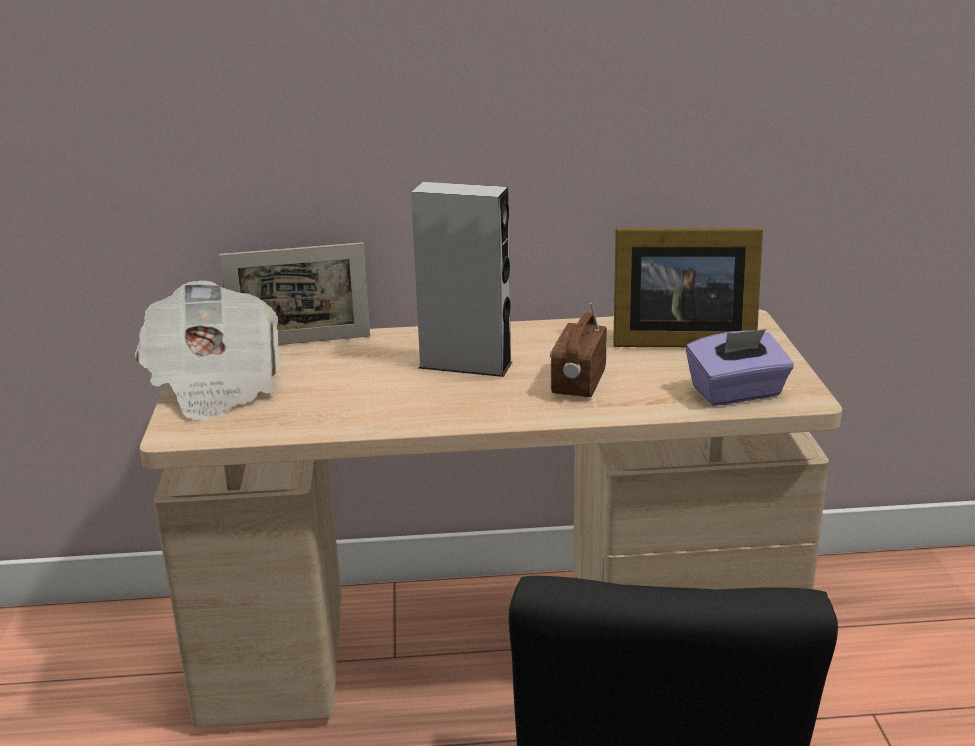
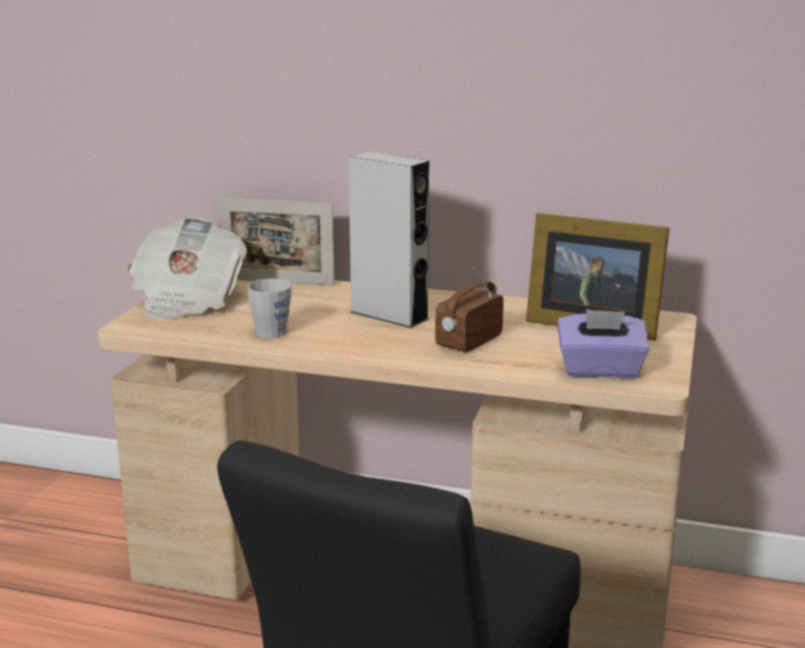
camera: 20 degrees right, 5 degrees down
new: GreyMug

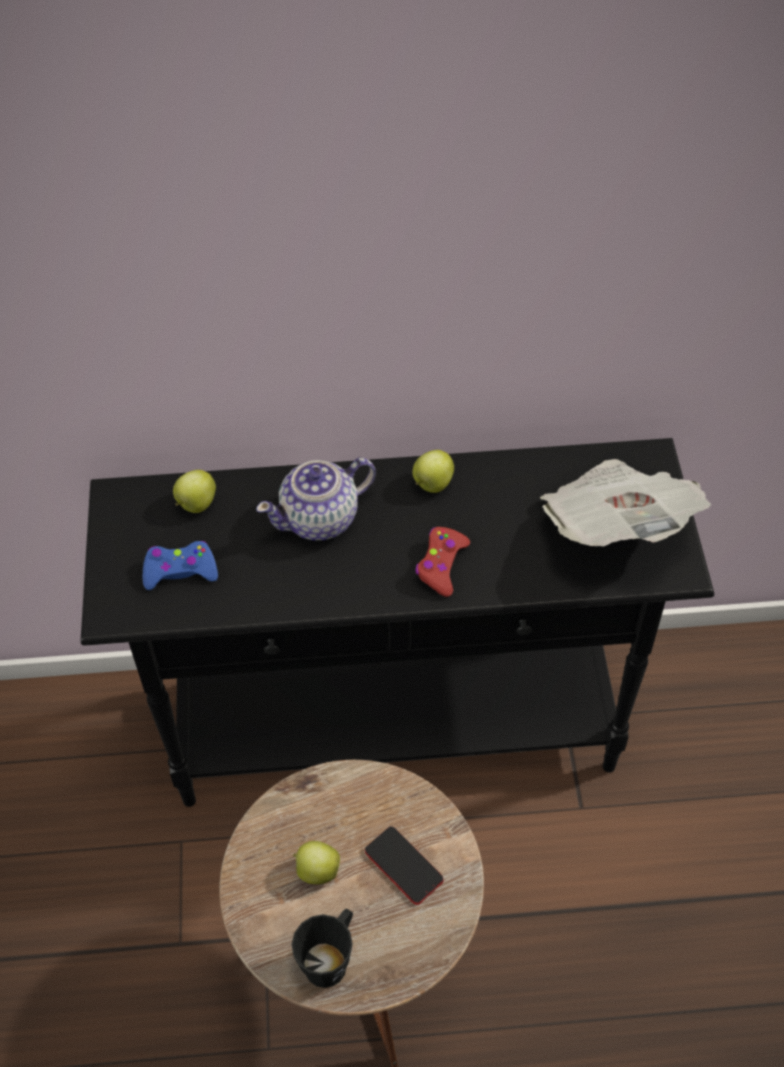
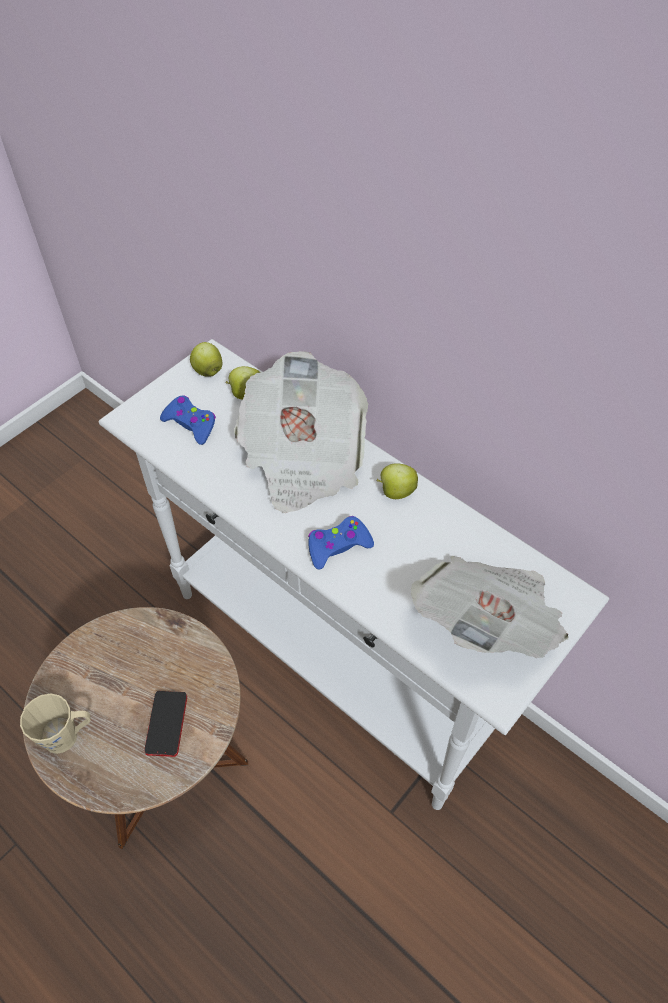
camera: 45 degrees right, 0 degrees up
shifted: Apple (no. 2 from left in the first image) to Apple (no. 1 from left)
swapped: Teapot to Newspaper (no. 1 from left)
repainted: BlackMug to BeigeMug; BlackConsoleTable to WhiteConsoleTable; RedGameController to BlueGameController (no. 2 from left)

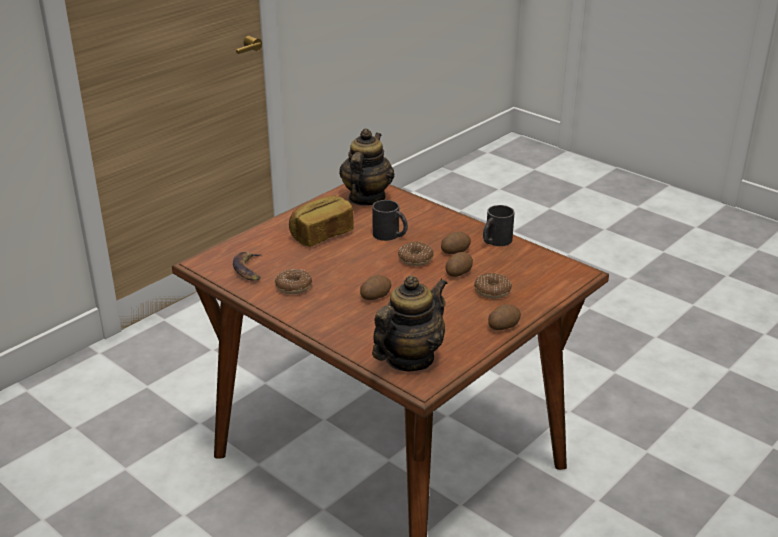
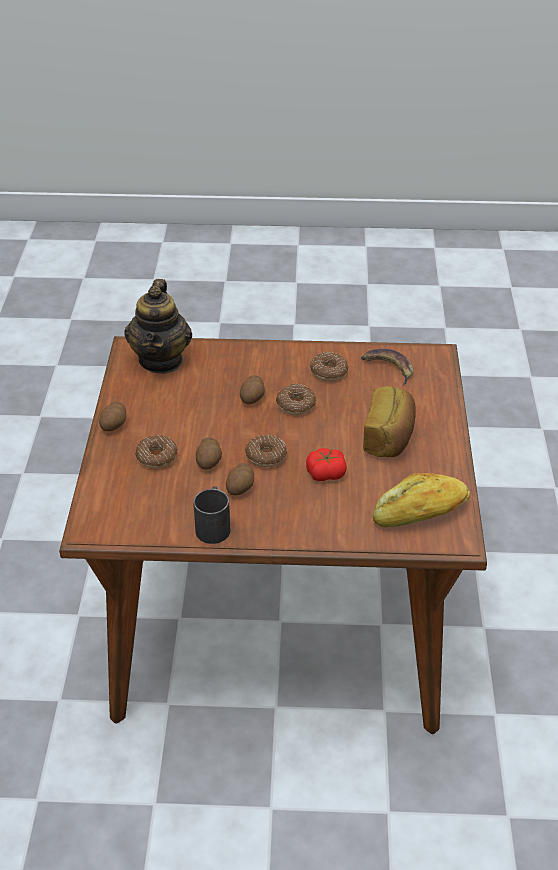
camera: 140 degrees right, 10 degrees up
new: Donut (no. 3 from left)
swapped: BlackMug (no. 1 from left) to Tomato; Teapot (no. 1 from left) to Bread (no. 2 from left)

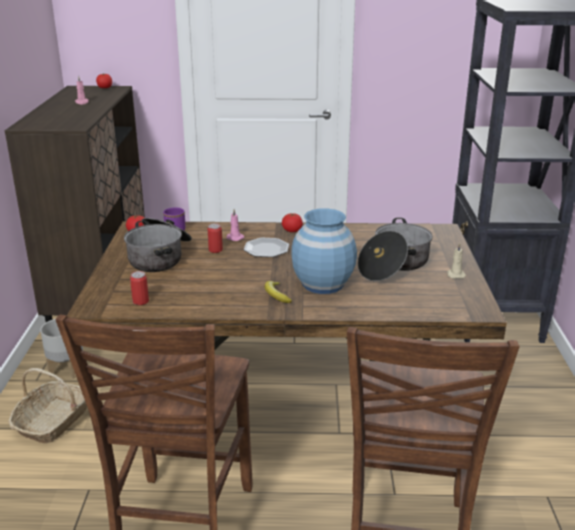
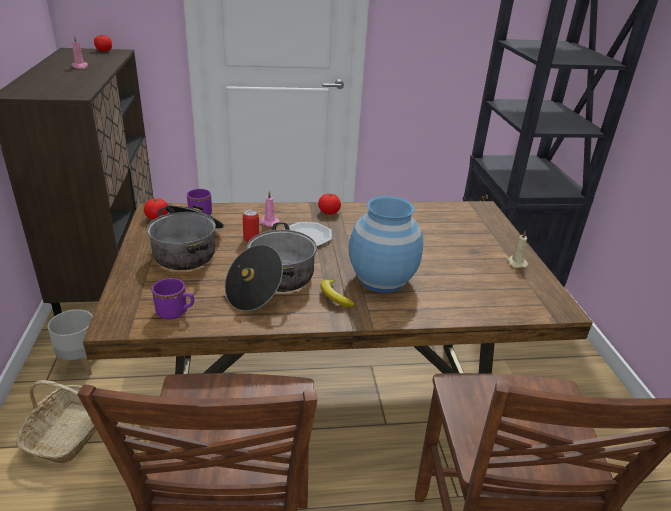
camera: 10 degrees left, 5 degrees up
shifted: CookingPot (no. 2 from left)
swapped: Can (no. 1 from left) to PurpleMug (no. 1 from left)

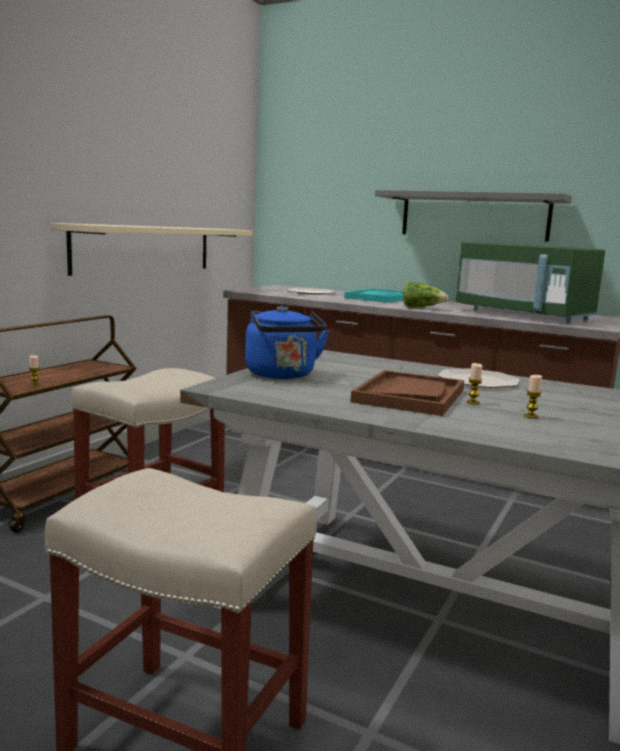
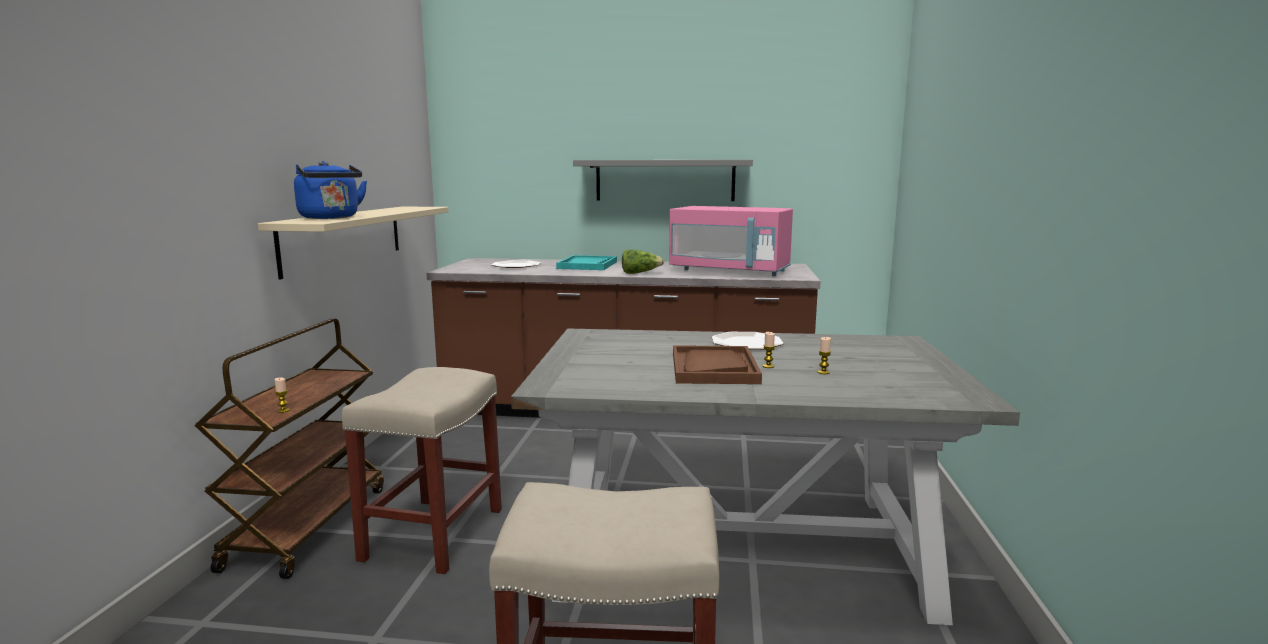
camera: 20 degrees left, 0 degrees up
shifted: BlueKettle
repainted: GreenMicrowave to PinkMicrowave

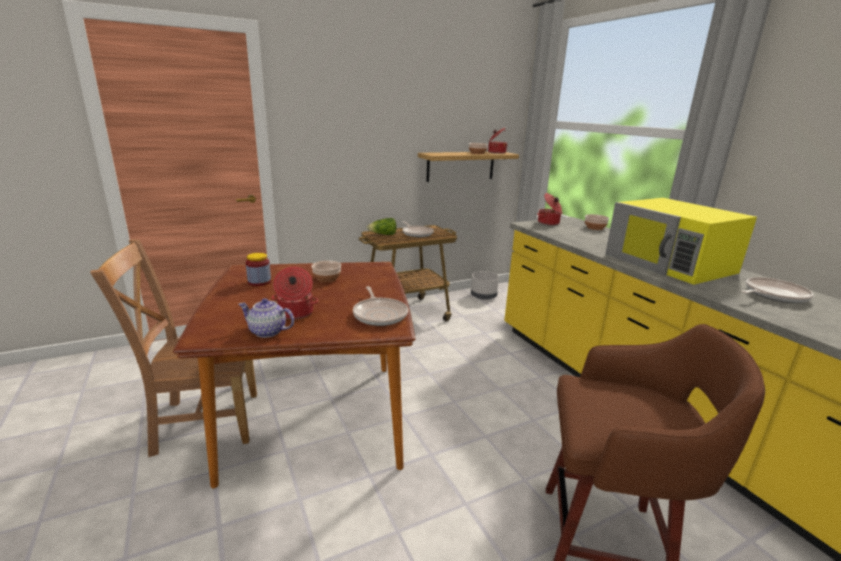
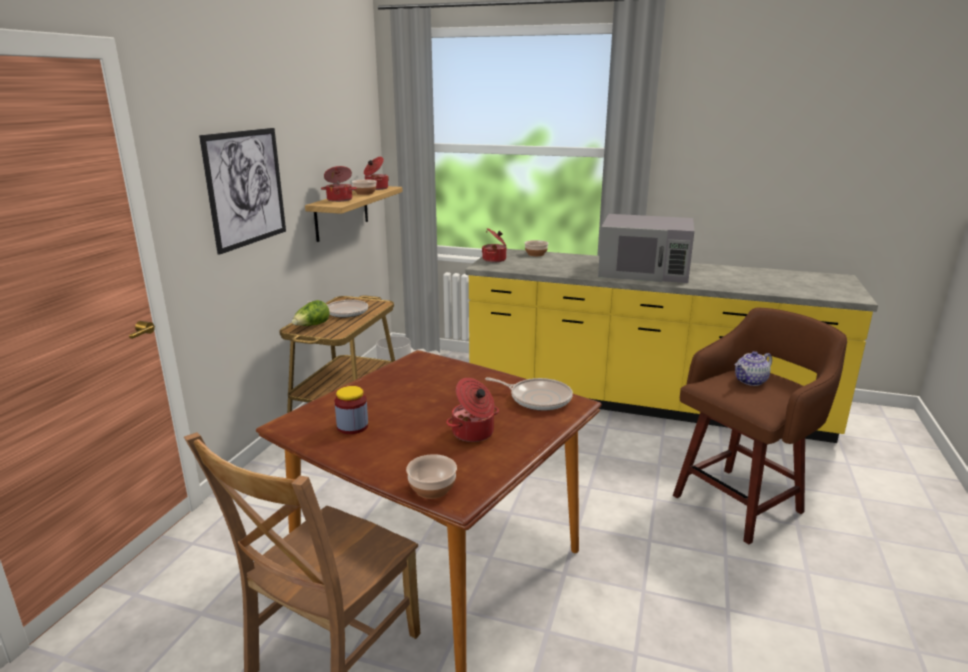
camera: 45 degrees left, 0 degrees up
gone: FryingPan (no. 3 from left)
new: Picture; CookingPot (no. 1 from left)
shifted: Bowl (no. 1 from left in the first image) to Bowl (no. 2 from left); Teapot
repainted: YellowMicrowave to GreyMicrowave

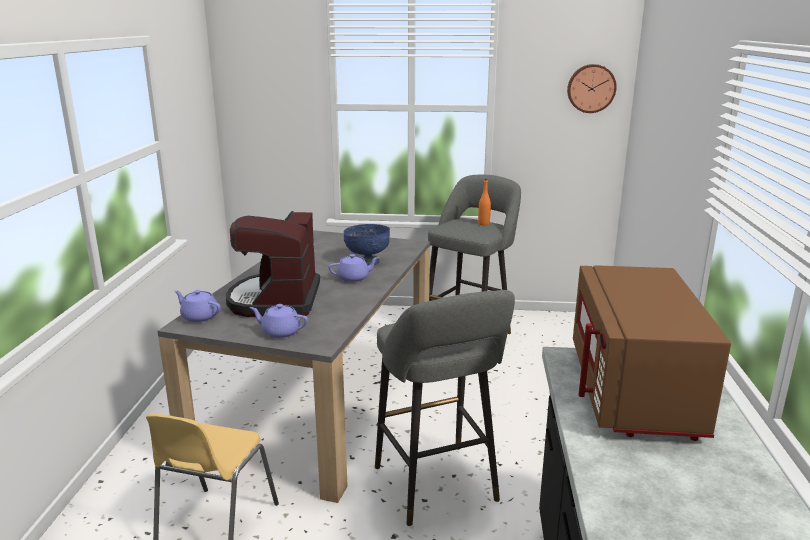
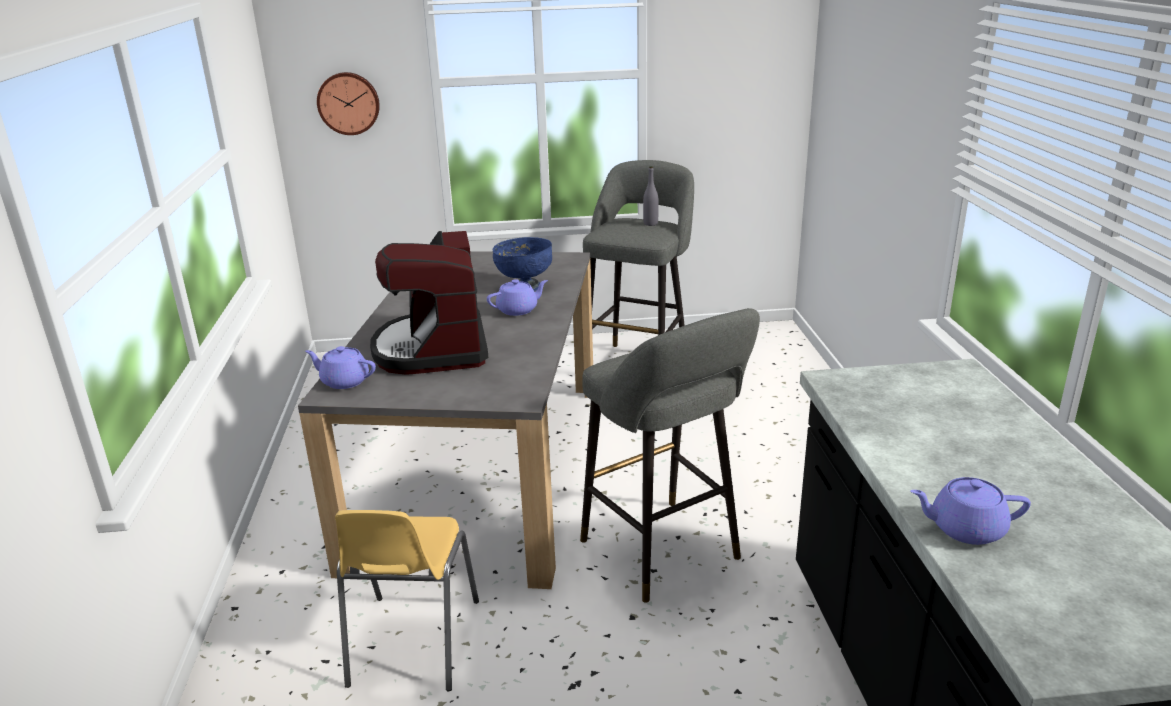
camera: 10 degrees left, 5 degrees up
gone: BrownMicrowave
shifted: WallClock; PurpleTeapot (no. 2 from left in the first image) to PurpleTeapot (no. 3 from left)
repainted: OrangeBottle to GreyBottle

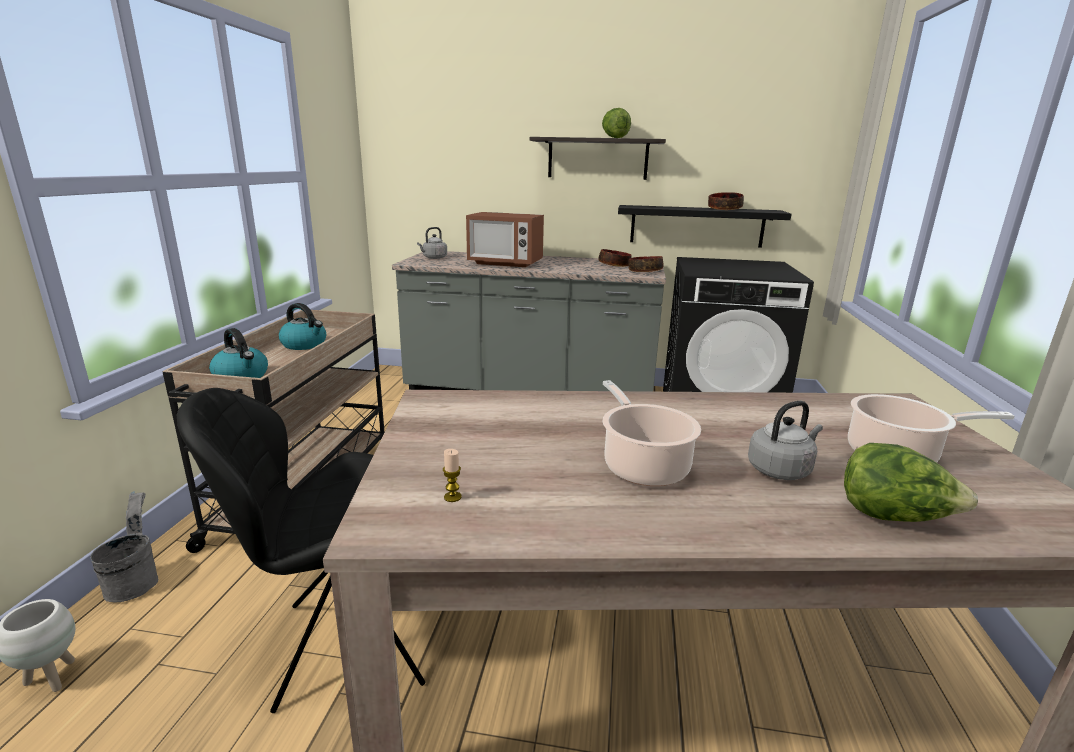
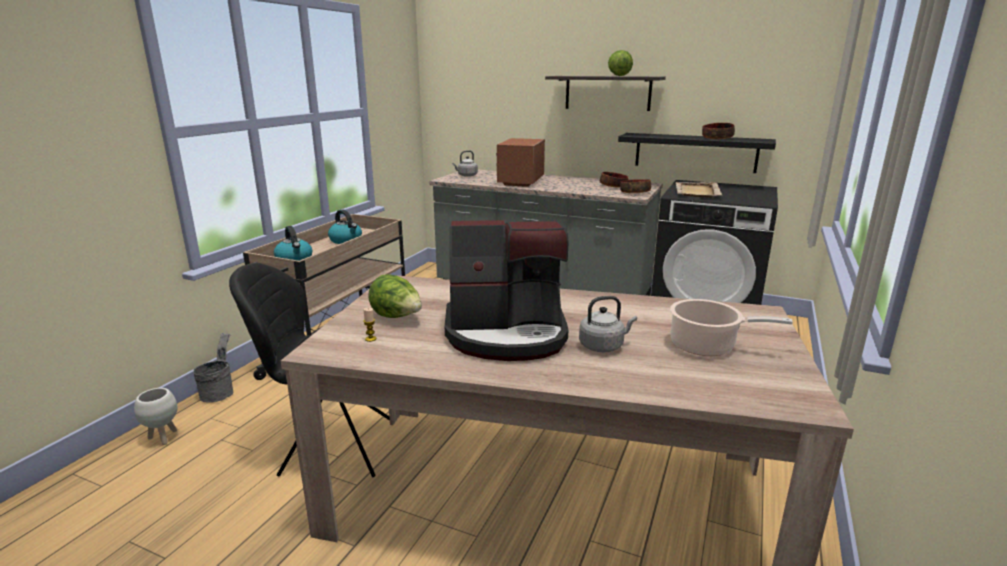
camera: 15 degrees right, 0 degrees up
new: BeigeTray
shifted: Lettuce (no. 2 from left in the first image) to Lettuce (no. 1 from left)
swapped: CookingPot (no. 1 from left) to CoffeeMachine
rotated: Microwave 75 degrees clockwise

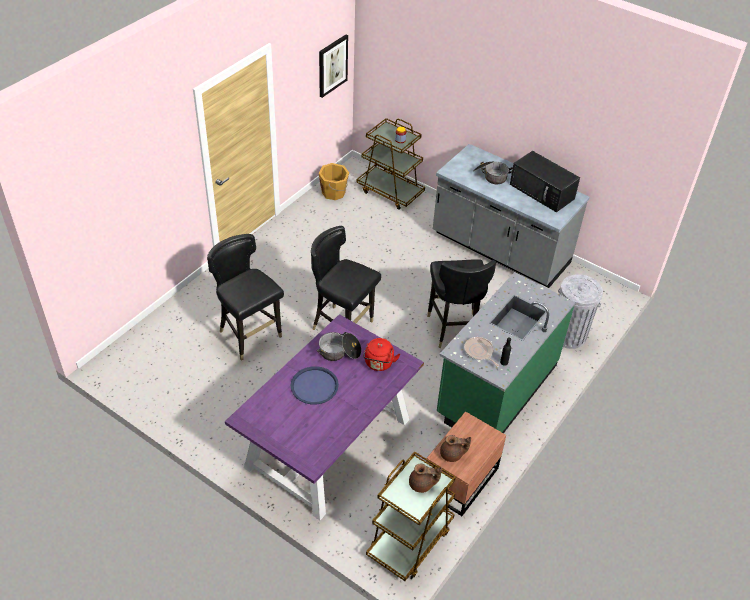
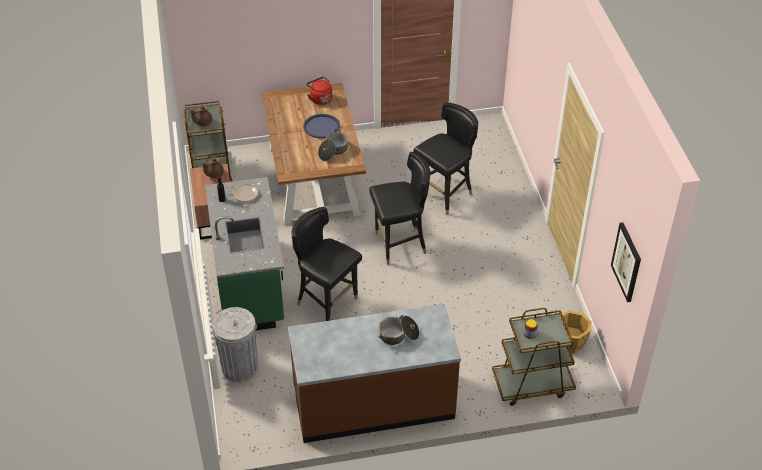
camera: 135 degrees right, 0 degrees up
gone: BlackMicrowave
shifted: RedKettle
repainted: PurpleDiningTable to BrownDiningTable; GreyCounter to BrownCounter
rotated: BlackChair (no. 1 from left in the first image) 45 degrees counterclockwise

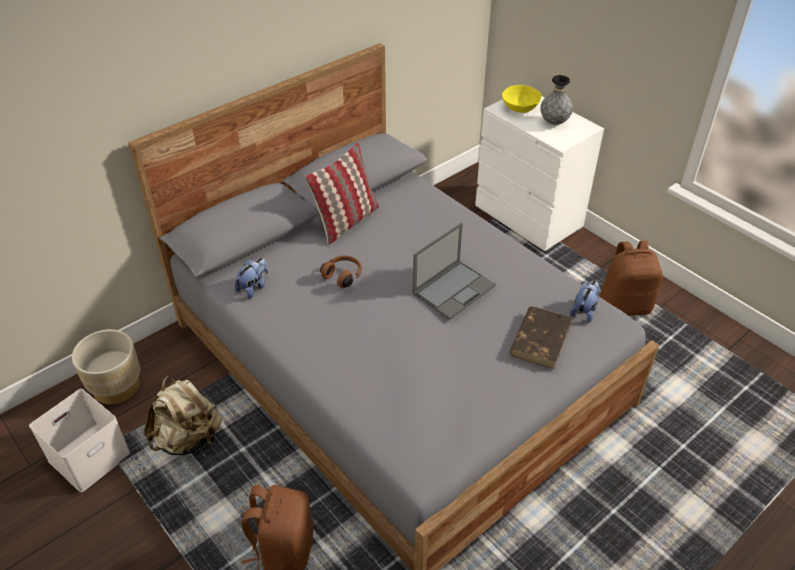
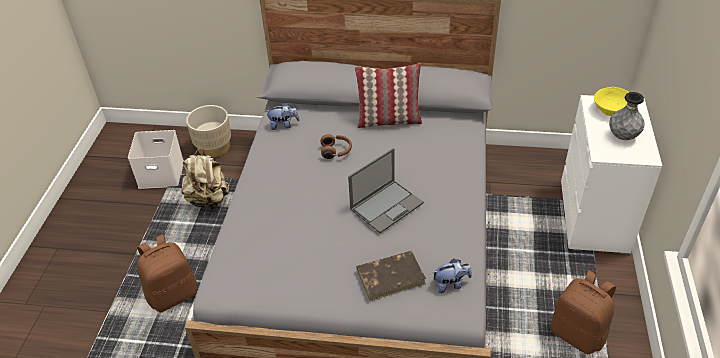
camera: 50 degrees right, 0 degrees up
rotated: Laptop 45 degrees counterclockwise

